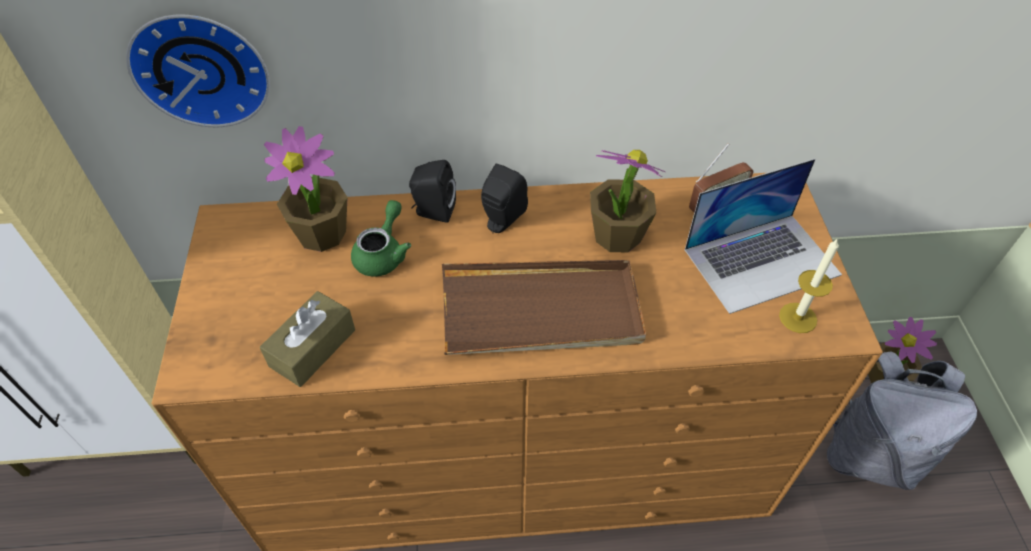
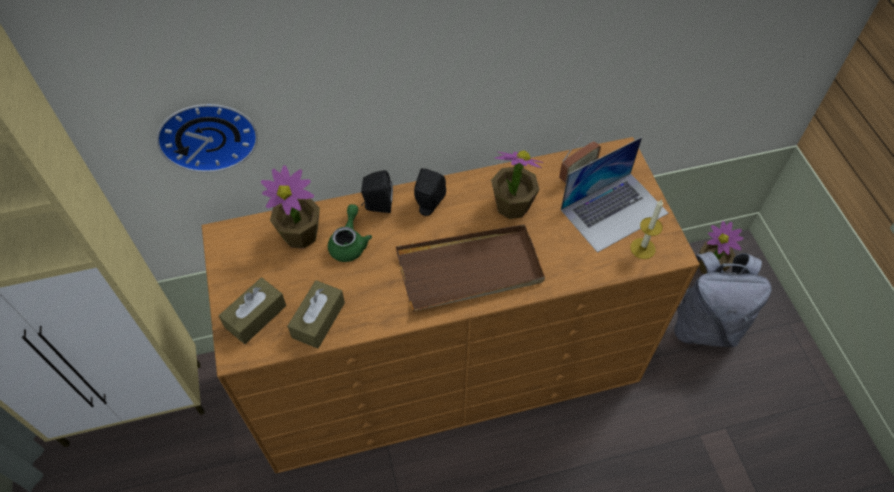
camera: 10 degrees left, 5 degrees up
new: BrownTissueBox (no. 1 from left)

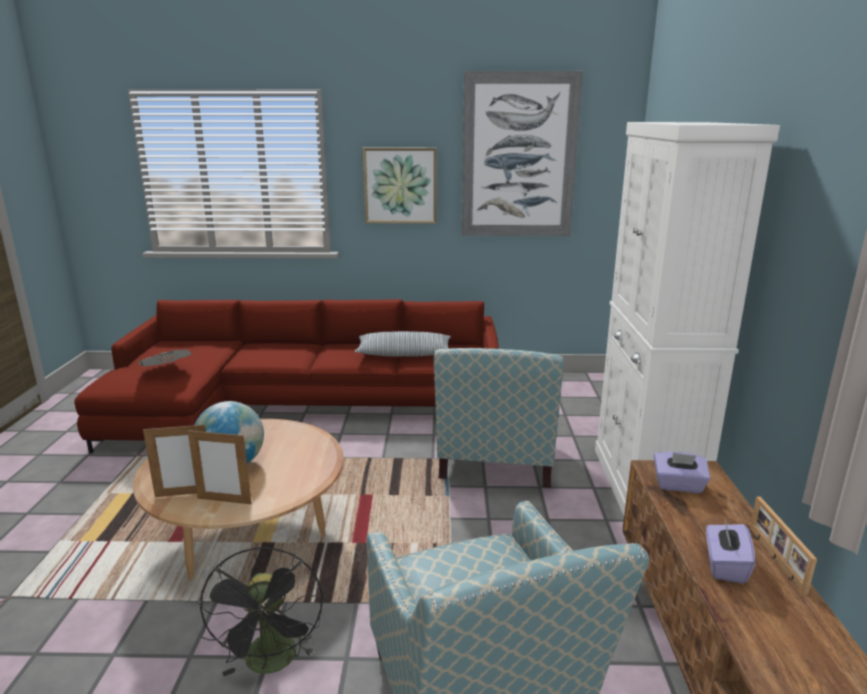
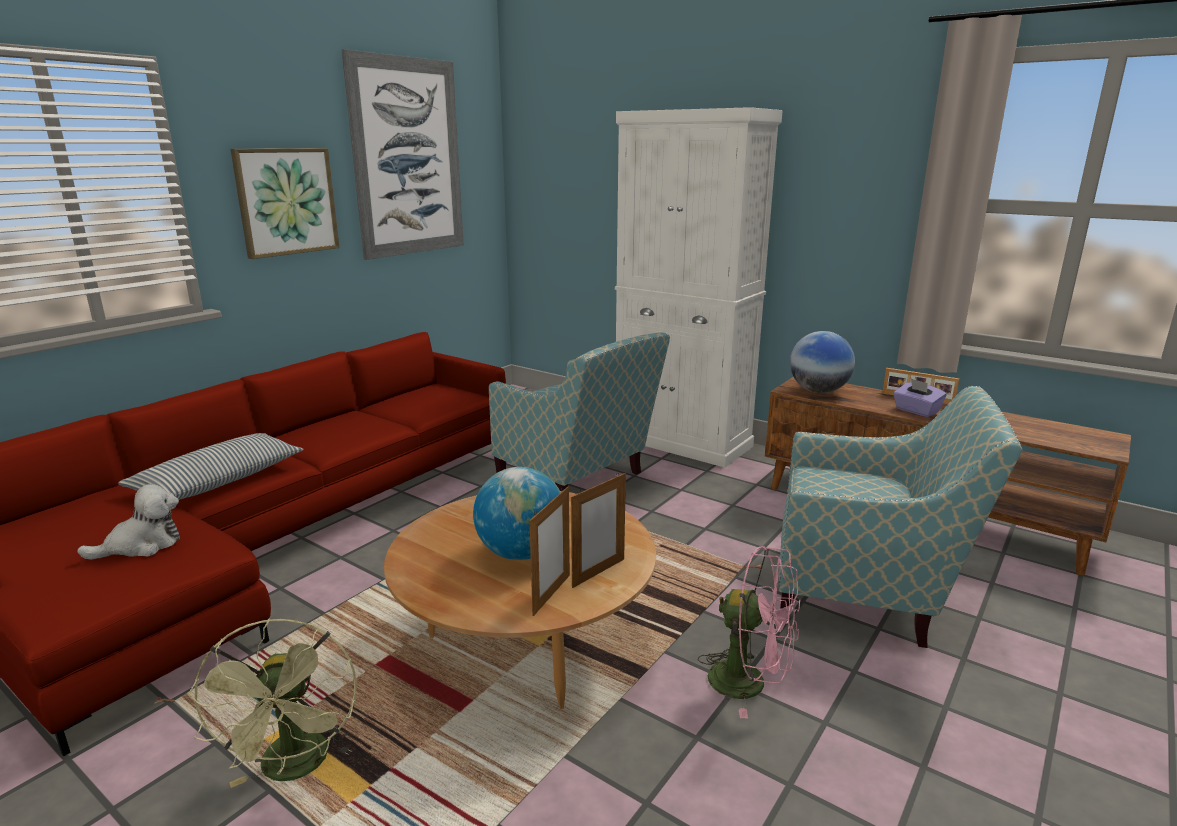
camera: 55 degrees left, 0 degrees up
new: GreenFan
shifted: Pillow
swapped: Newspaper to PlushToy; PurpleTissueBox (no. 1 from left) to Globe (no. 2 from left)
repainted: BlackFan to PinkFan

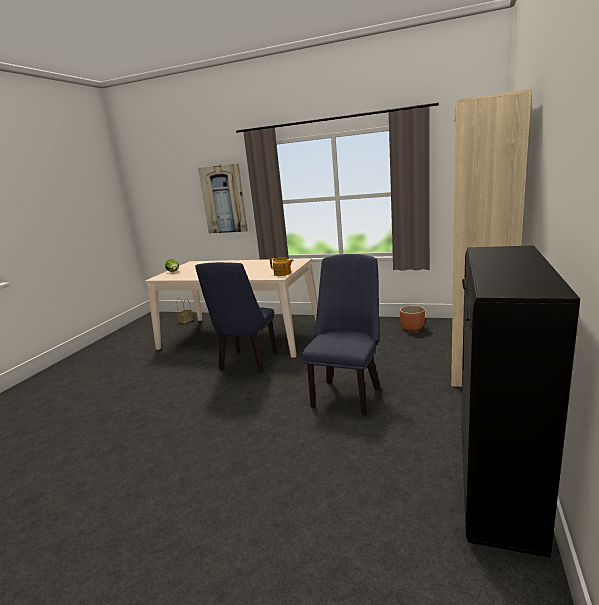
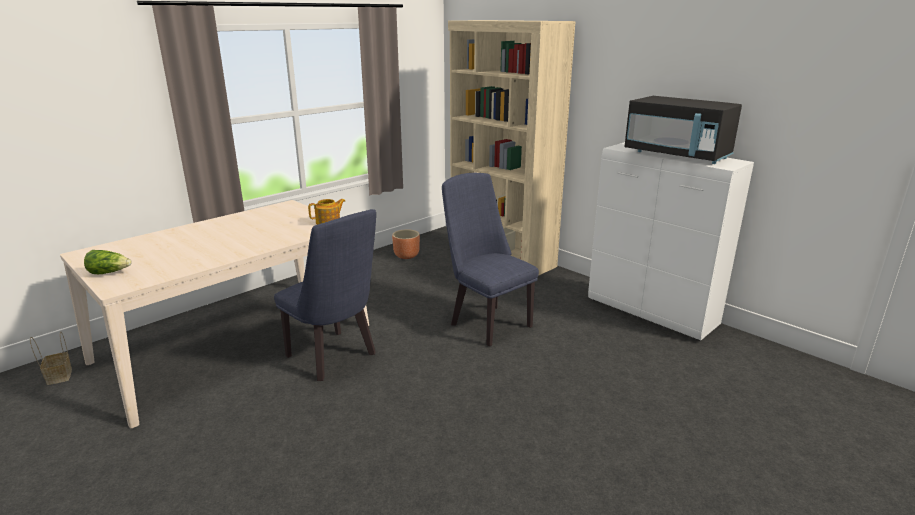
camera: 65 degrees left, 5 degrees up
gone: Picture
new: BlackMicrowave
repainted: BlackCabinet to WhiteCabinet

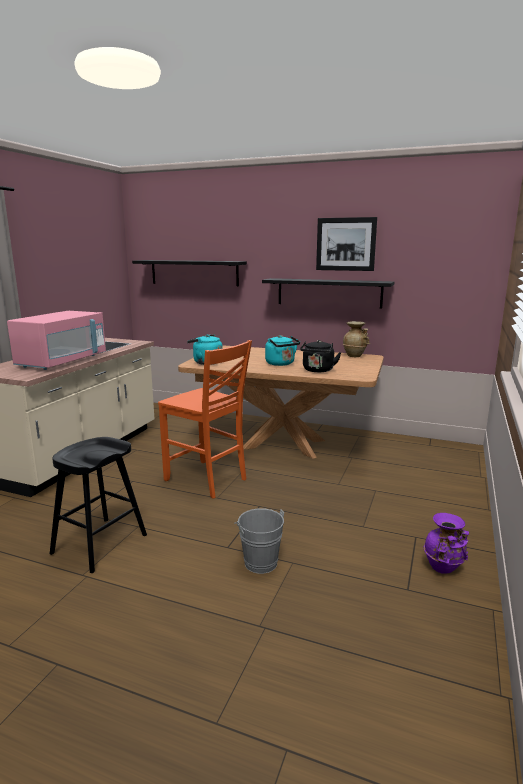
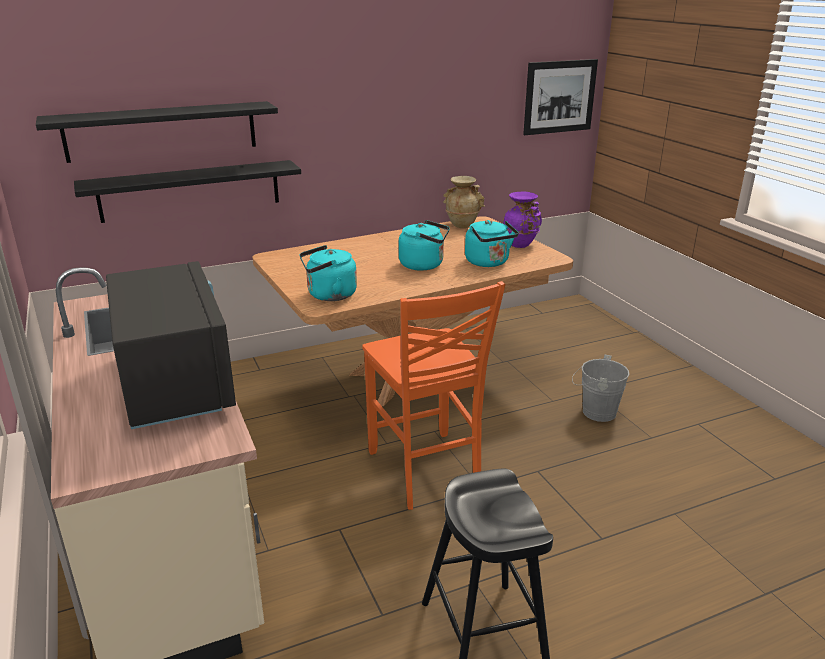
camera: 45 degrees left, 10 degrees up
shifted: BlackShelf (no. 2 from left); PurpleVase; Picture; GreyBucket
repainted: PinkMicrowave to BlackMicrowave; BlackKettle to TurquoiseKettle (no. 3 from left)
rotated: OrangeChair 75 degrees clockwise

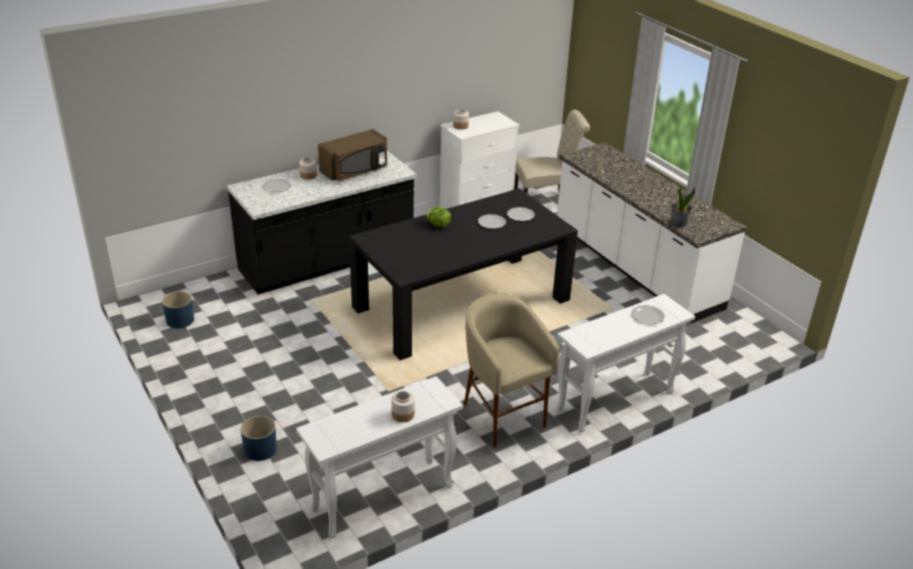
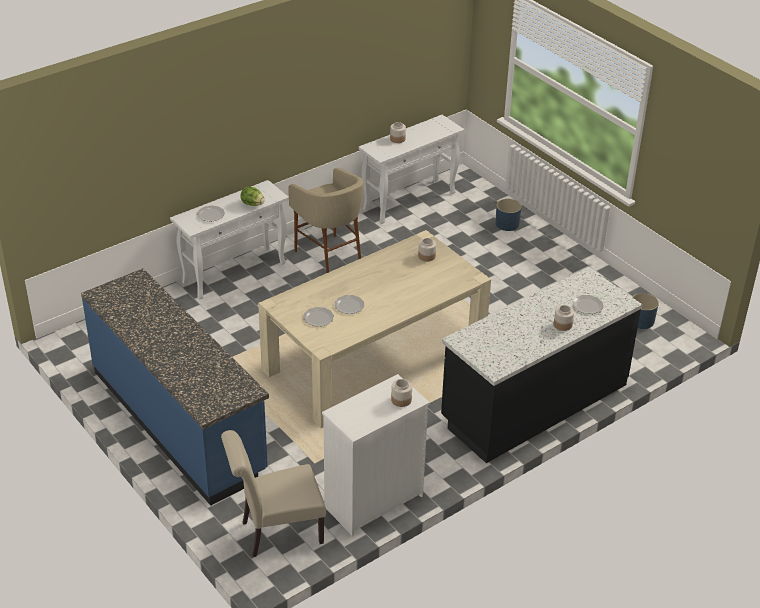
camera: 175 degrees right, 5 degrees up
gone: BrownMicrowave; PottedPlant
new: Jar (no. 3 from left)
shifted: Lettuce
repainted: WhiteCounter to BlueCounter; BlackDiningTable to BeigeDiningTable

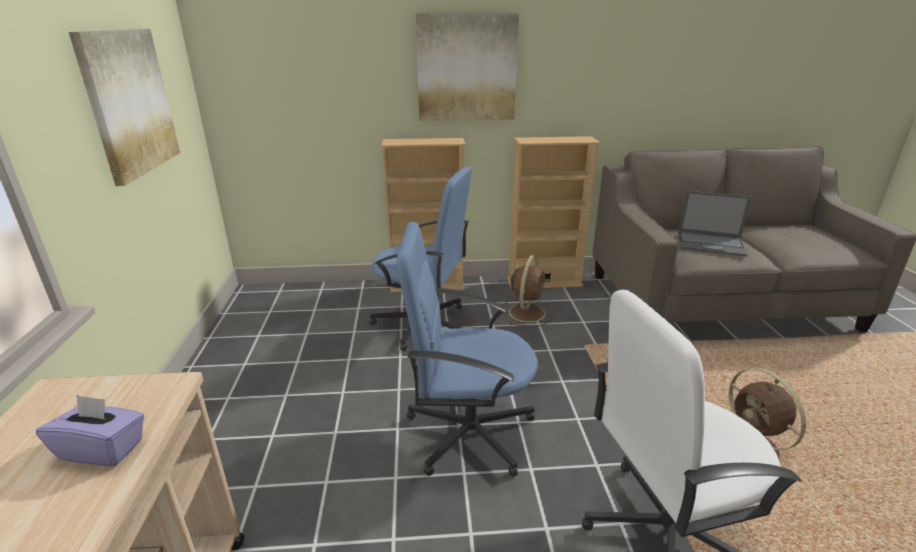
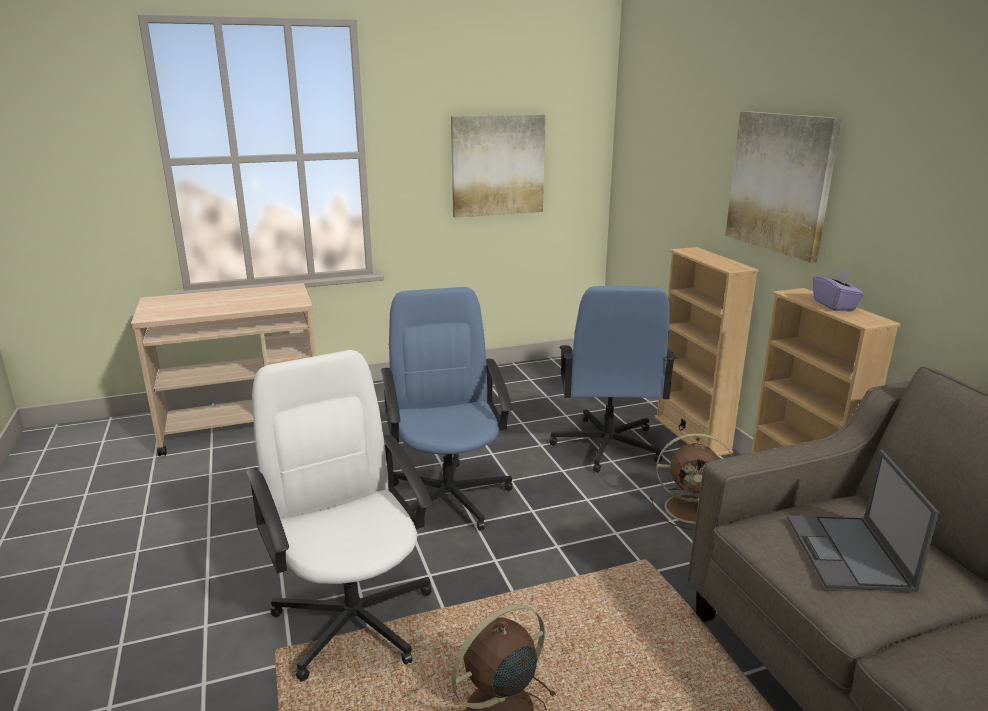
camera: 75 degrees right, 5 degrees down
shifted: PurpleTissueBox

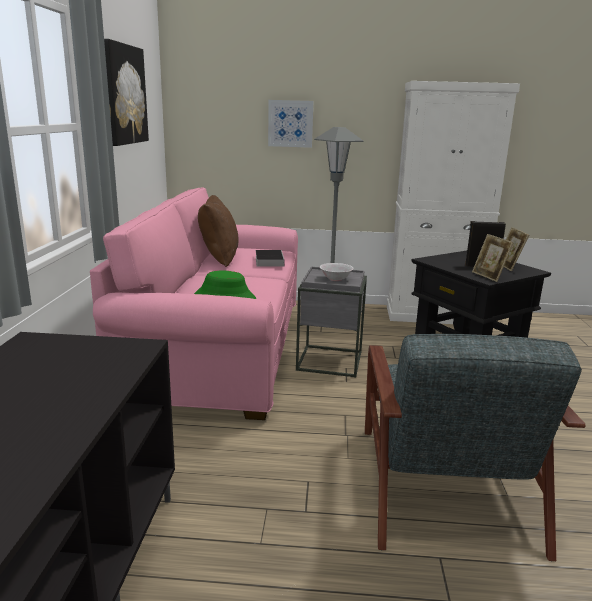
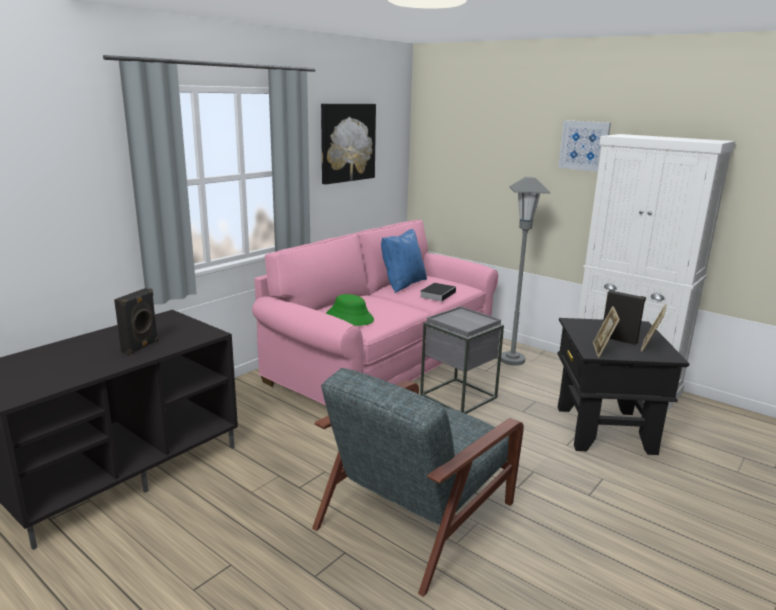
camera: 35 degrees right, 0 degrees up
gone: WhiteBowl
new: BlackSpeaker (no. 1 from left)
shifted: Picture (no. 2 from left)
repainted: BrownPillow to BluePillow

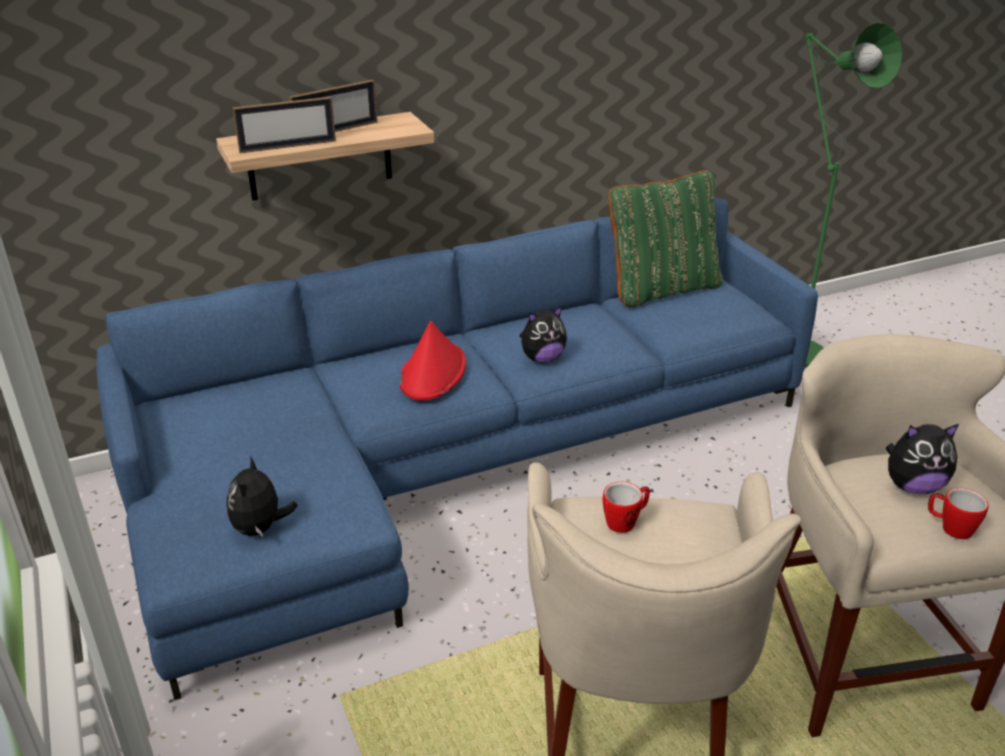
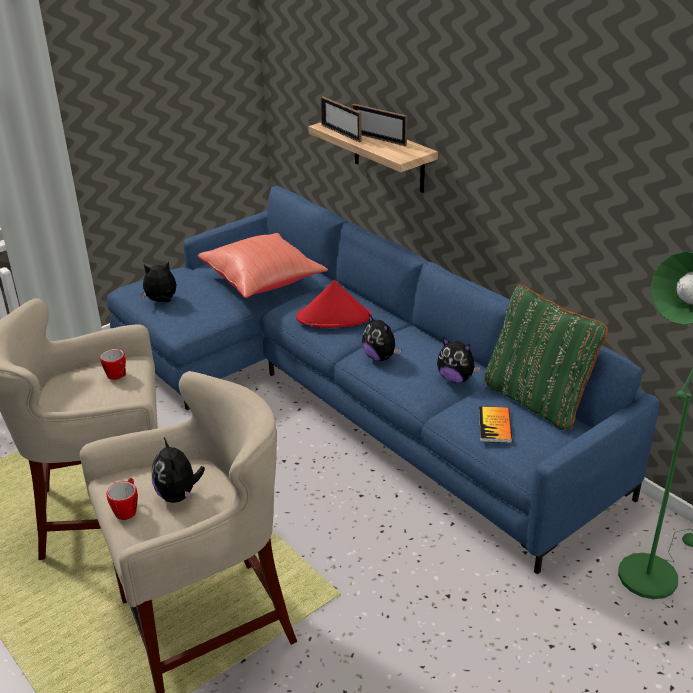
camera: 75 degrees right, 0 degrees up
new: RedPillow; PlushToy (no. 4 from left); Book

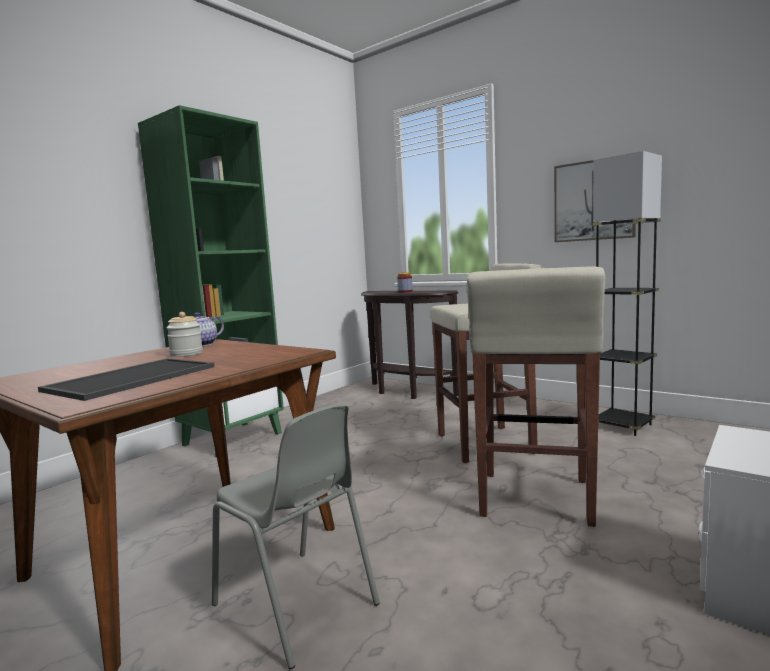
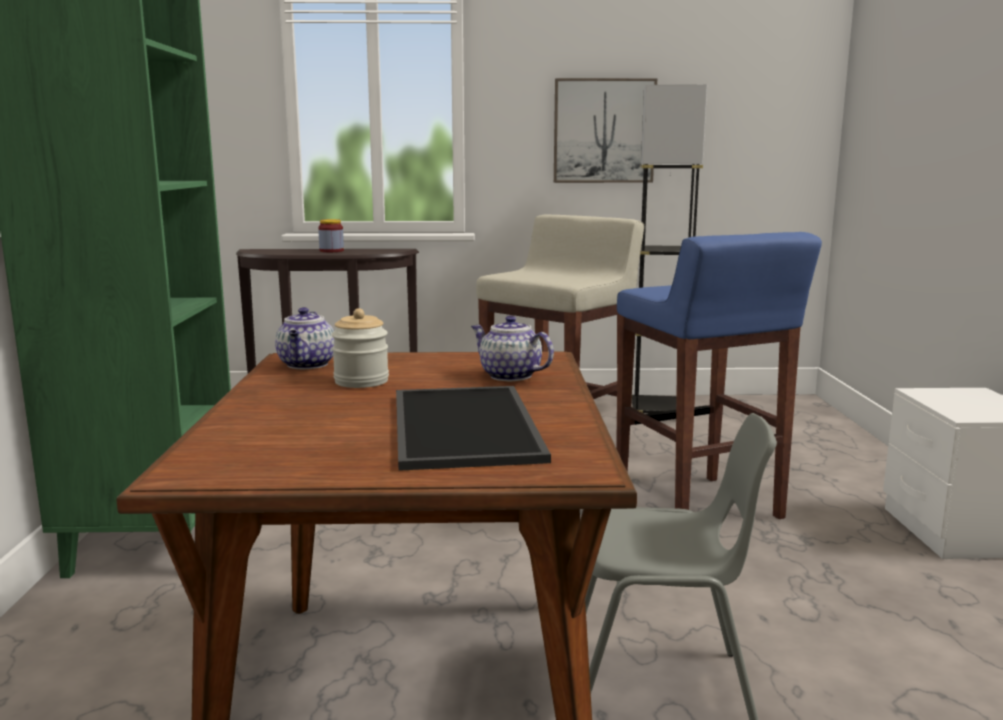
camera: 40 degrees left, 5 degrees up
new: Teapot (no. 2 from left)
repainted: BeigeStool (no. 2 from left) to BlueStool

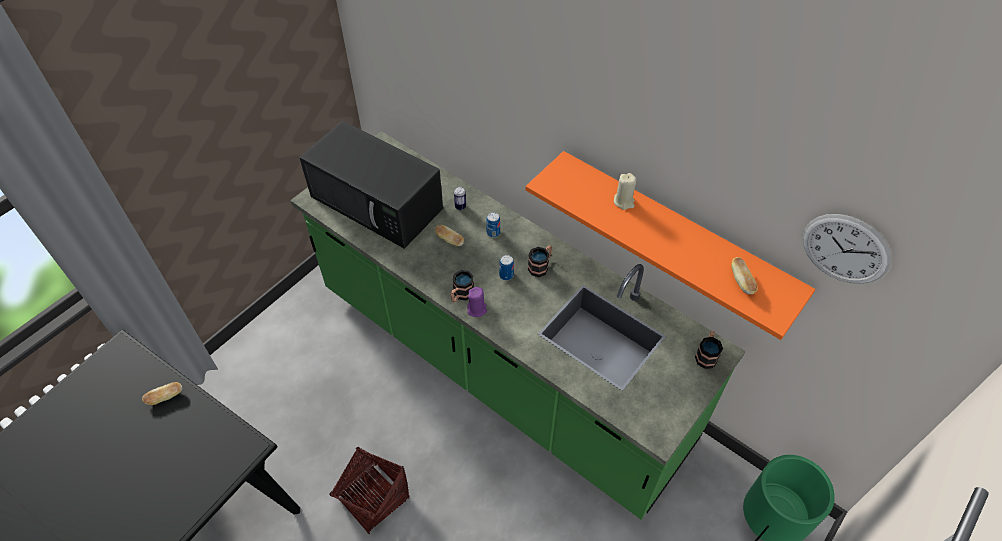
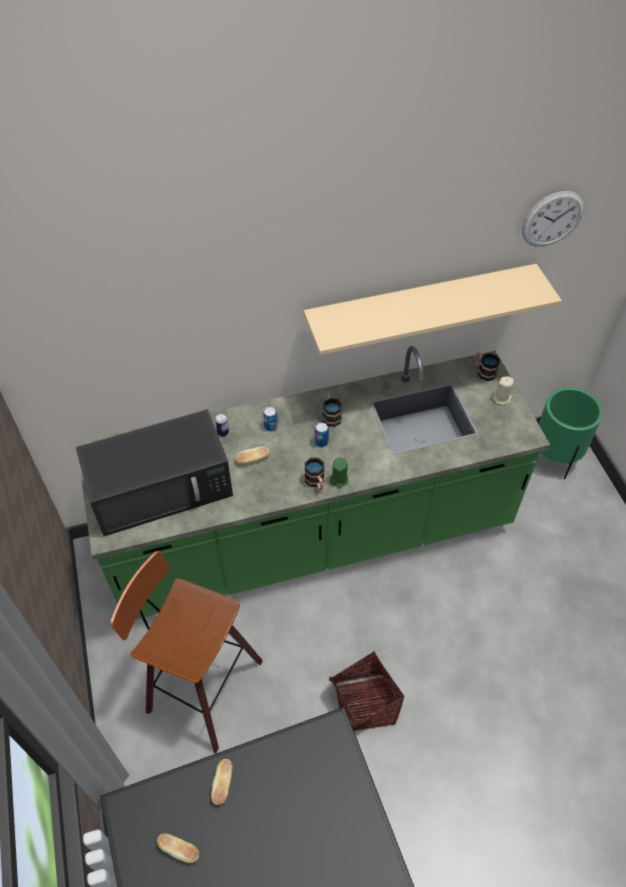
camera: 55 degrees left, 0 degrees up
new: Stool
shifted: Bread (no. 3 from left in the first image) to Bread (no. 1 from left); BeigeCandle
repainted: OrangeShelf to BeigeShelf; PurpleCandle to GreenCandle

